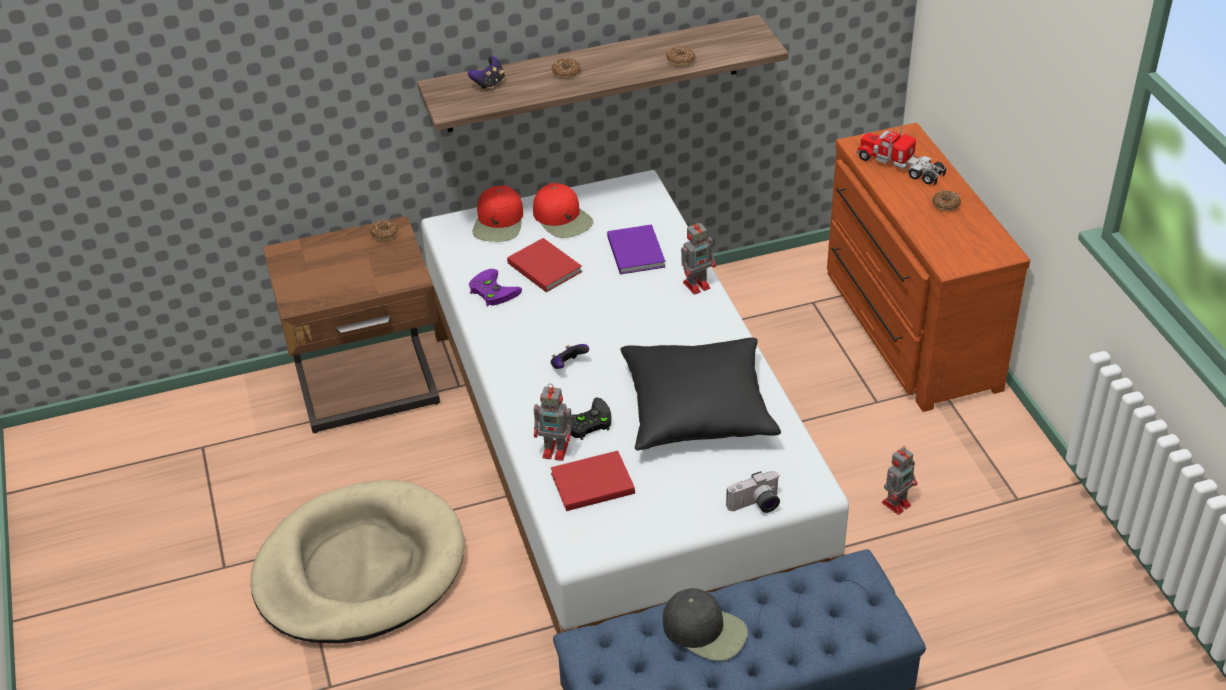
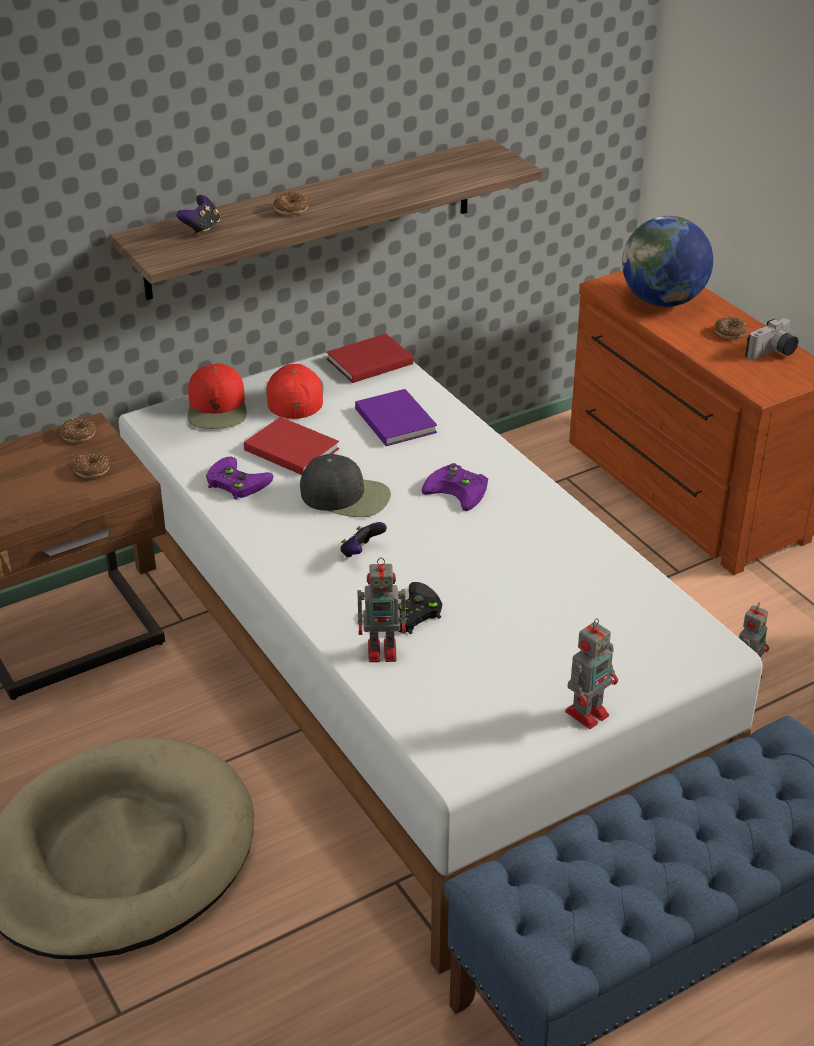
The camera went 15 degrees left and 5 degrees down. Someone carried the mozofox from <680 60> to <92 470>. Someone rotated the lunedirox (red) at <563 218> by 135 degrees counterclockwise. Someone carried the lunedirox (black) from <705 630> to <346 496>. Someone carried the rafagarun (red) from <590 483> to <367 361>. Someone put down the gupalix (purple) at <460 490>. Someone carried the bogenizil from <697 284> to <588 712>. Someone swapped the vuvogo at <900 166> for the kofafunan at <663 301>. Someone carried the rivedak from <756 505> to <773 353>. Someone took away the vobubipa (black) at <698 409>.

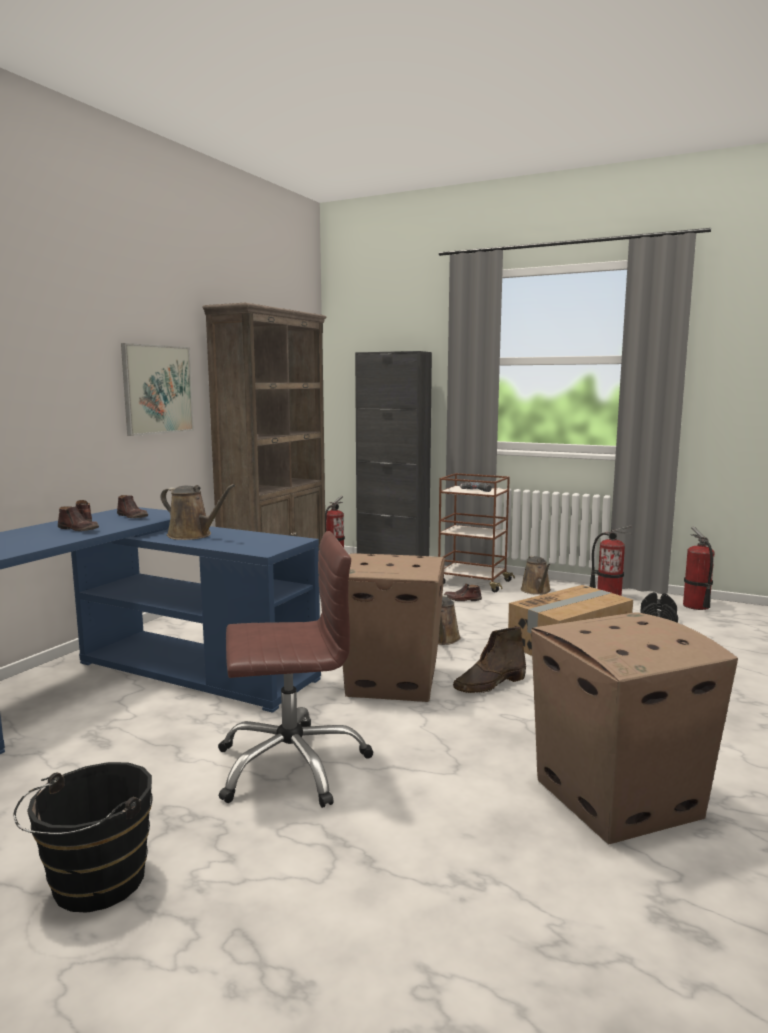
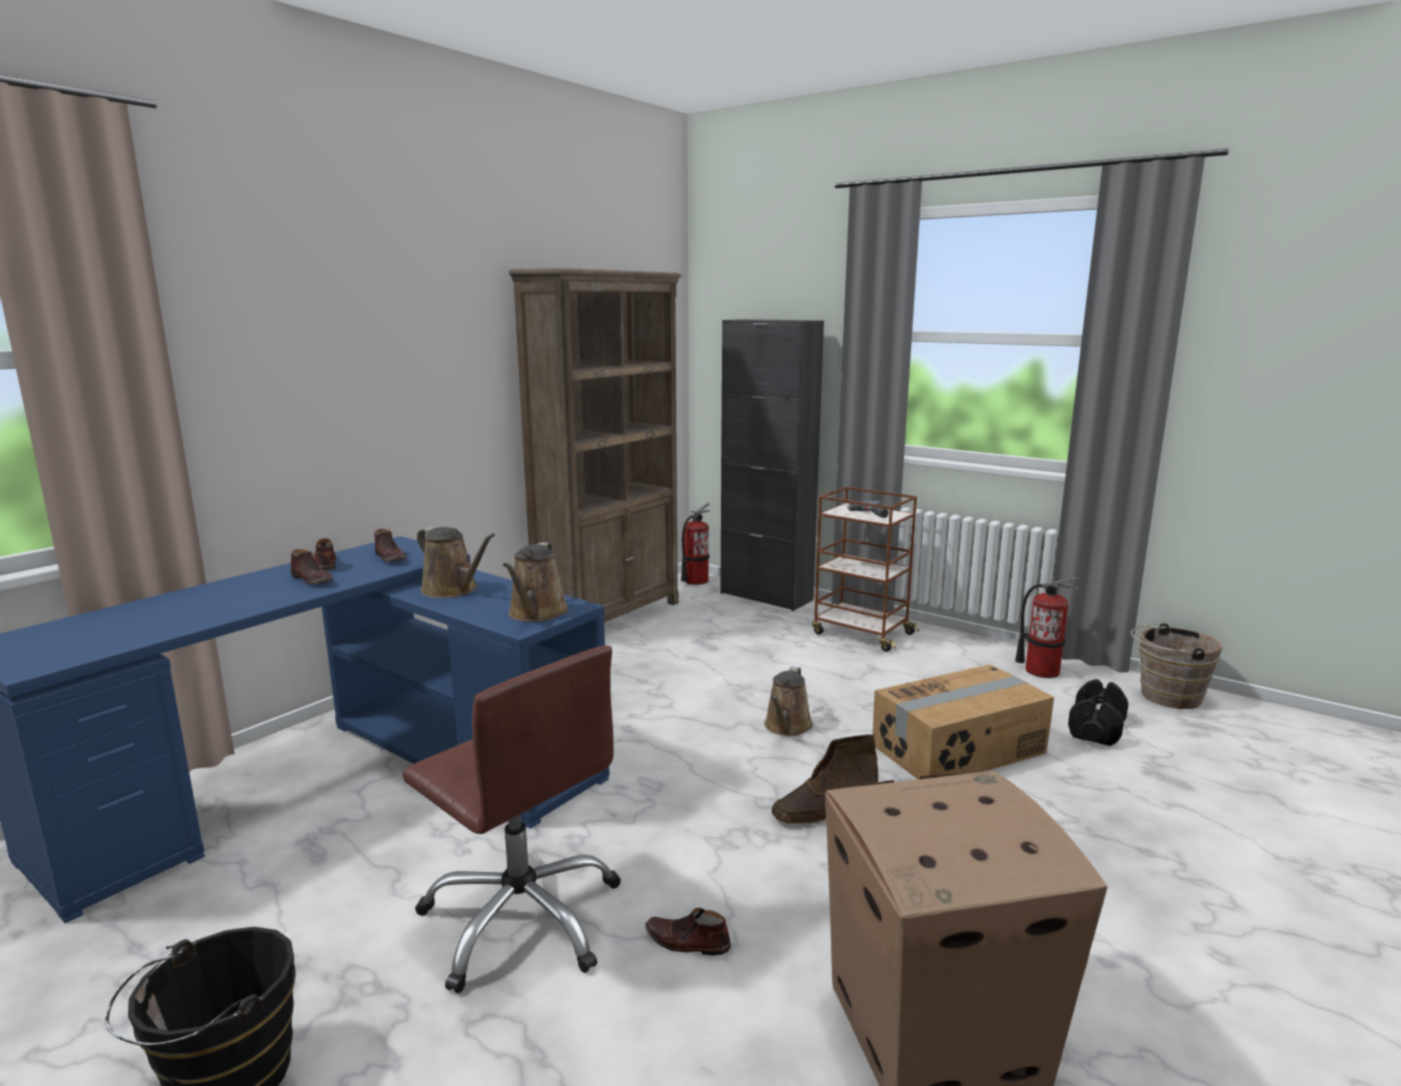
The camera went 10 degrees right and 5 degrees up. Someone rotated the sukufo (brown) at <291 765> by 45 degrees clockwise. Someone carried the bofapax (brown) from <536 591> to <536 614>. Someone carried the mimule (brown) from <462 599> to <687 942>. Someone swapped the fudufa at <695 606> for the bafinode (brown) at <1165 696>. Someone took away the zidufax at <157 389>. Someone took away the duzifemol at <393 682>.

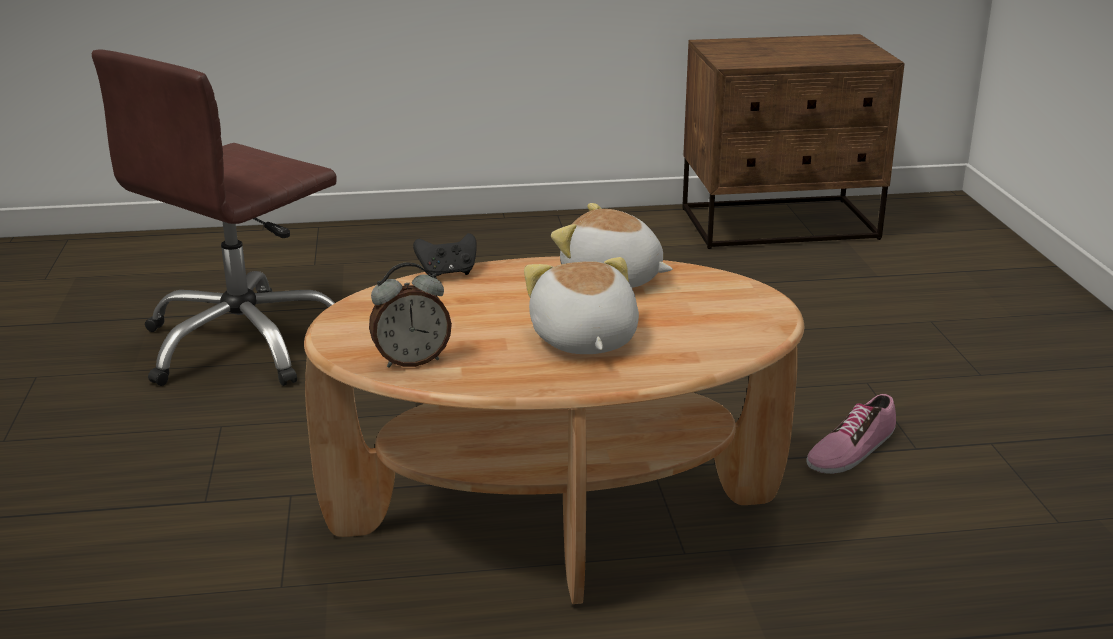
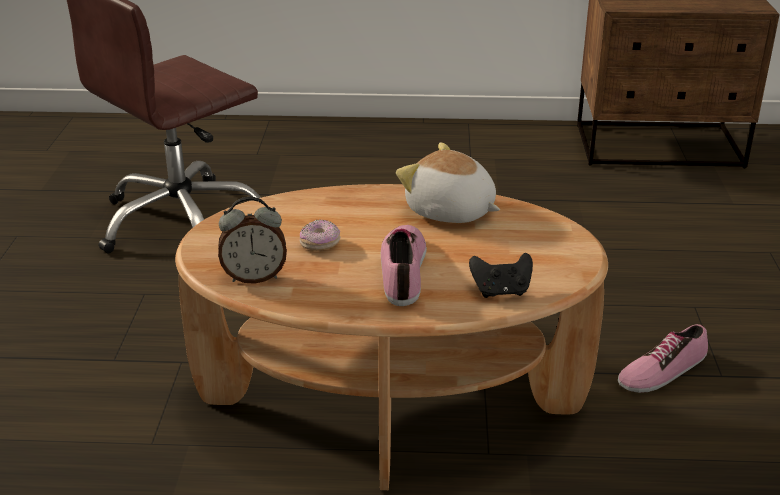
The camera went 10 degrees right and 5 degrees up. Someone put down the mozofox at <320 244>. Someone swapped the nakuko at <583 340> for the mimule at <404 270>. Someone carried the gupalix (black) from <448 273> to <501 291>.

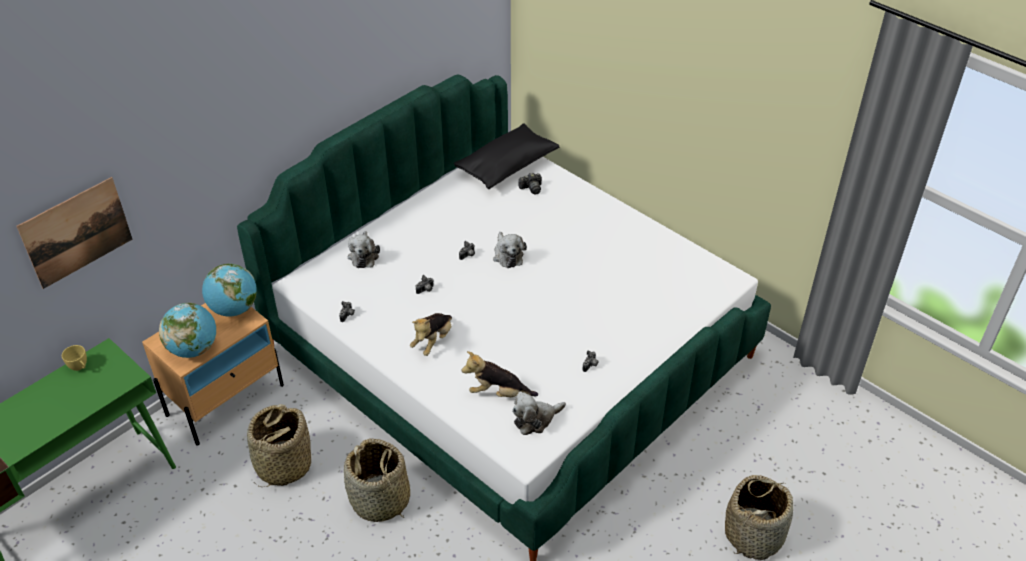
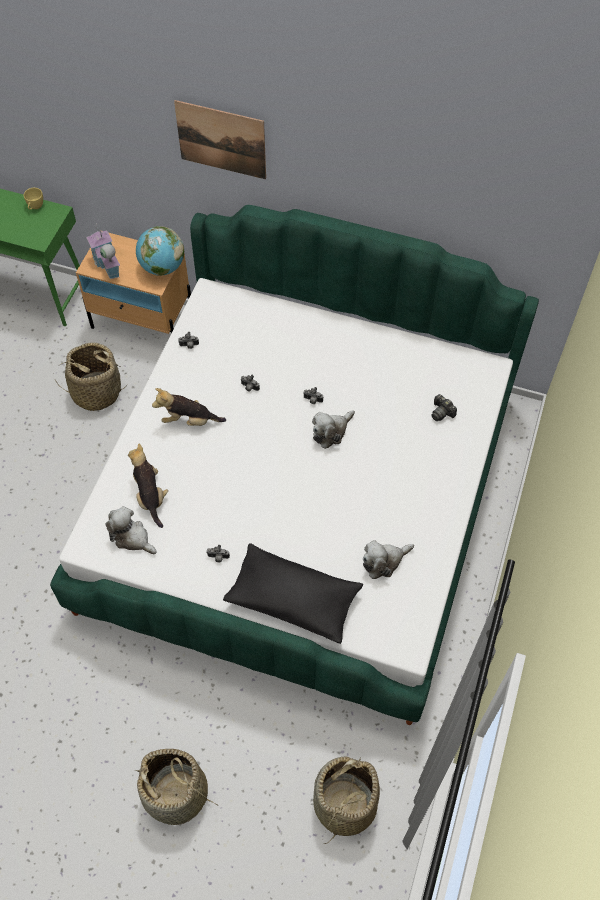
The camera went 65 degrees right and 15 degrees up. Someone swapped the kofafunan at <194 349> for the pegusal at <107 265>. Someone carried the zidufax from <76 232> to <221 140>. Someone carried the vobubipa (black) from <507 166> to <293 599>. Someone carried the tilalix from <380 500> to <344 804>. Someone carried the nakuko from <363 255> to <384 561>.

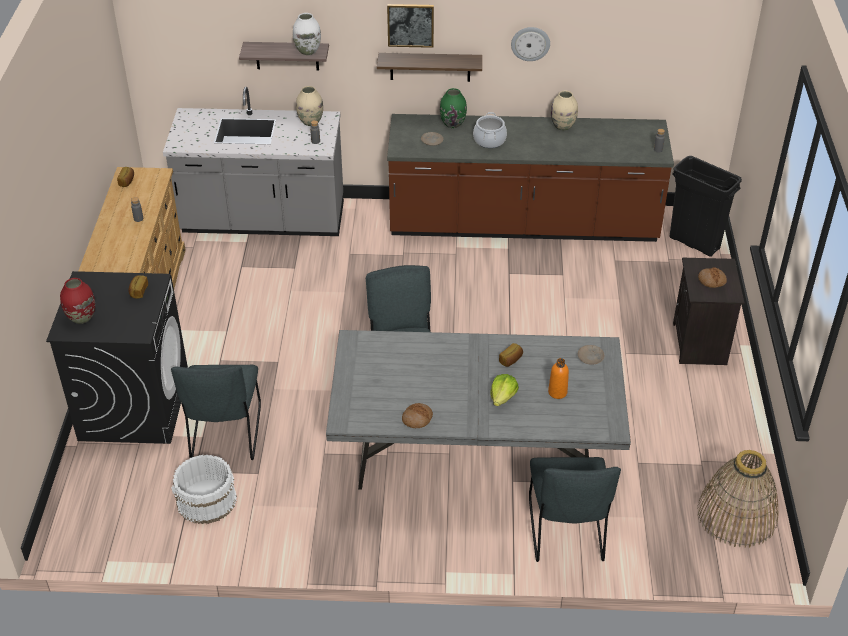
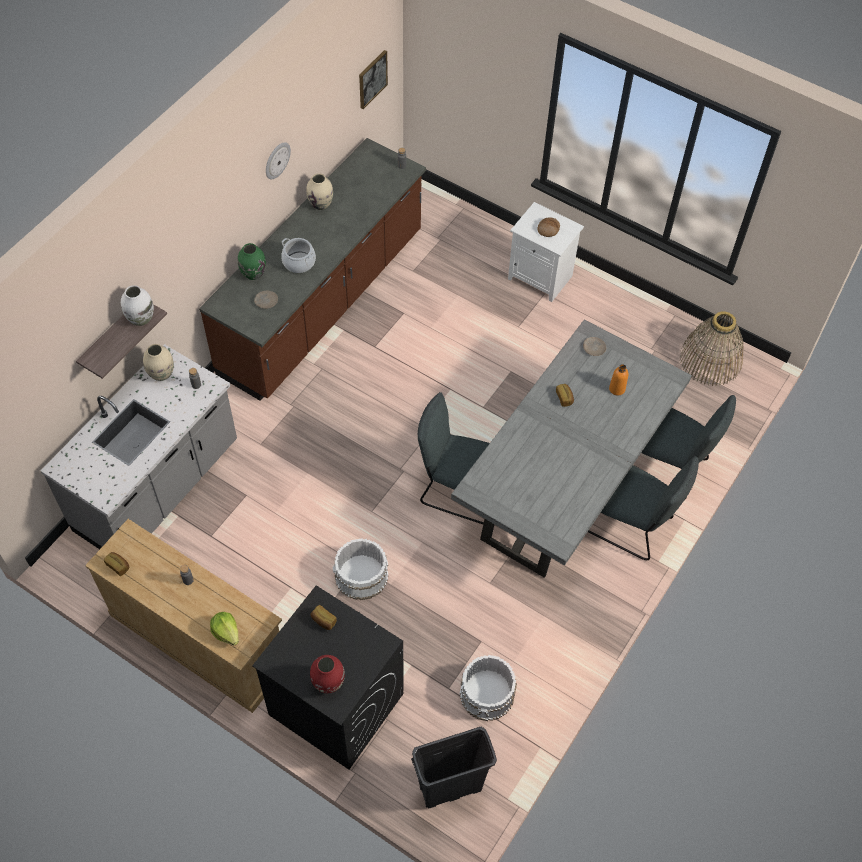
The camera went 60 degrees left and 15 degrees up. Someone carried the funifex from <503 397> to <226 632>. Someone put down the bafinode (white) at <361 576>. Someone carried the zidufax from <410 25> to <372 79>. Someone carried the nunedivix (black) from <694 243> to <450 788>. Someone repainted the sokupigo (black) at <700 344>, which became the sokupigo (white) at <541 277>. Someone carried the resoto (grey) from <225 436> to <631 526>. Someone took away the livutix at <430 67>. Someone took away the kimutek at <417 418>.

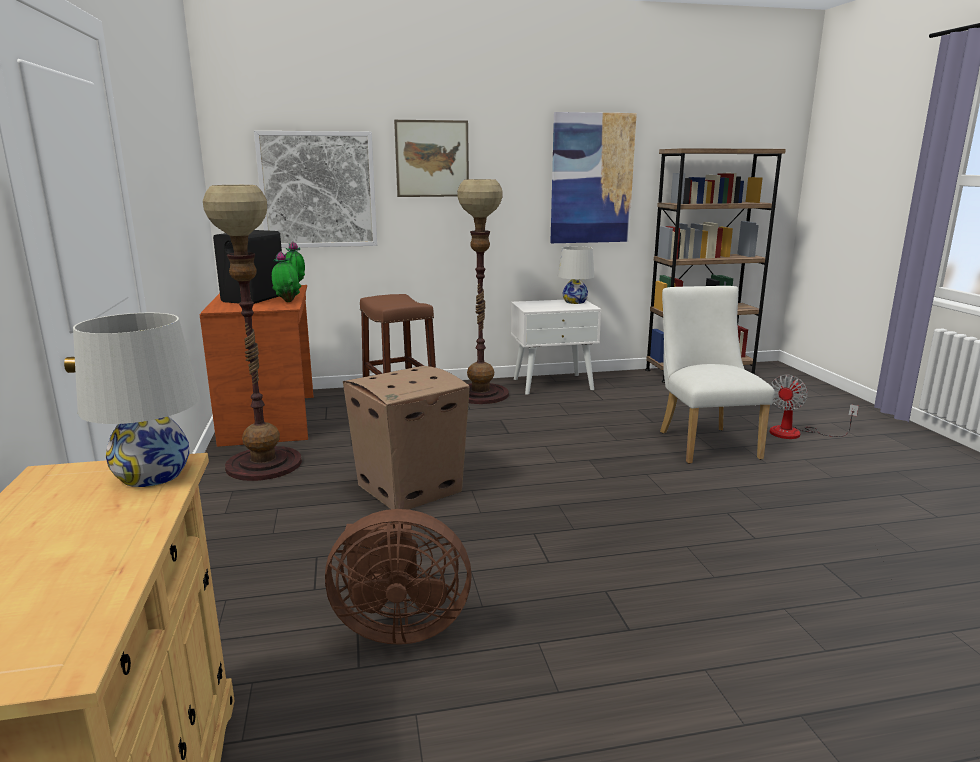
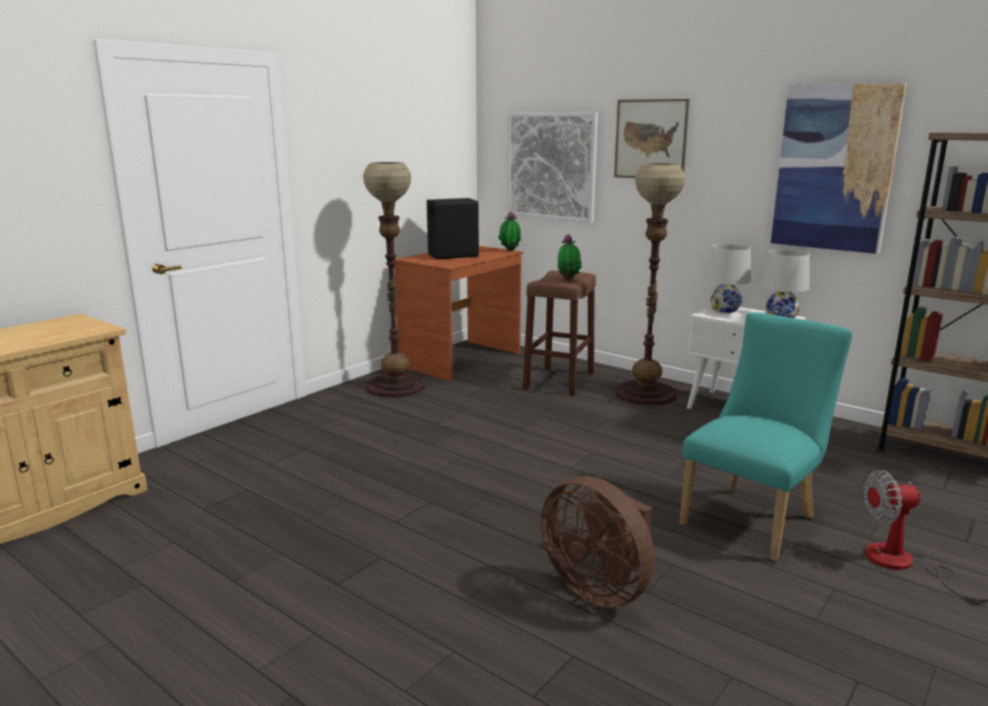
The camera went 50 degrees right and 0 degrees up. Someone carried the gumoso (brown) from <397 626> to <599 588>. Someone carried the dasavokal from <287 301> to <568 279>. Someone repainted the resoto (white) at <704 442>, which became the resoto (turquoise) at <753 518>. Someone carried the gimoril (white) from <151 475> to <724 309>. Someone took away the duzifemol at <411 488>.

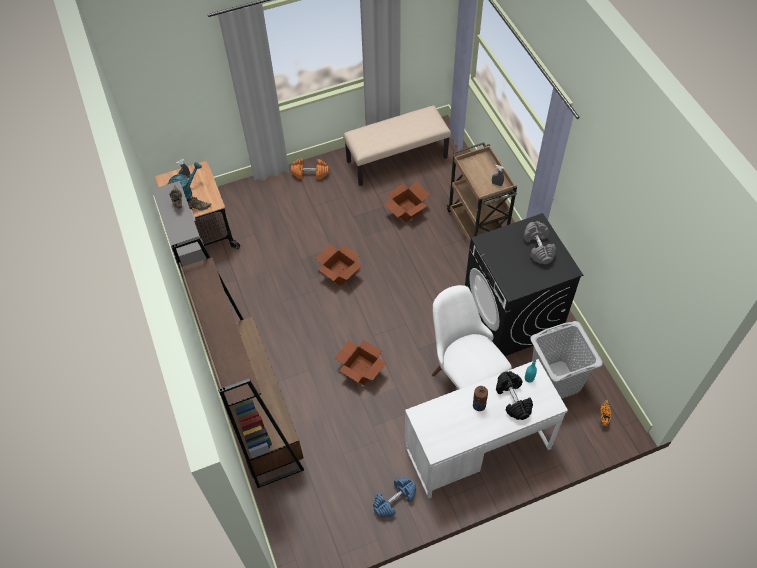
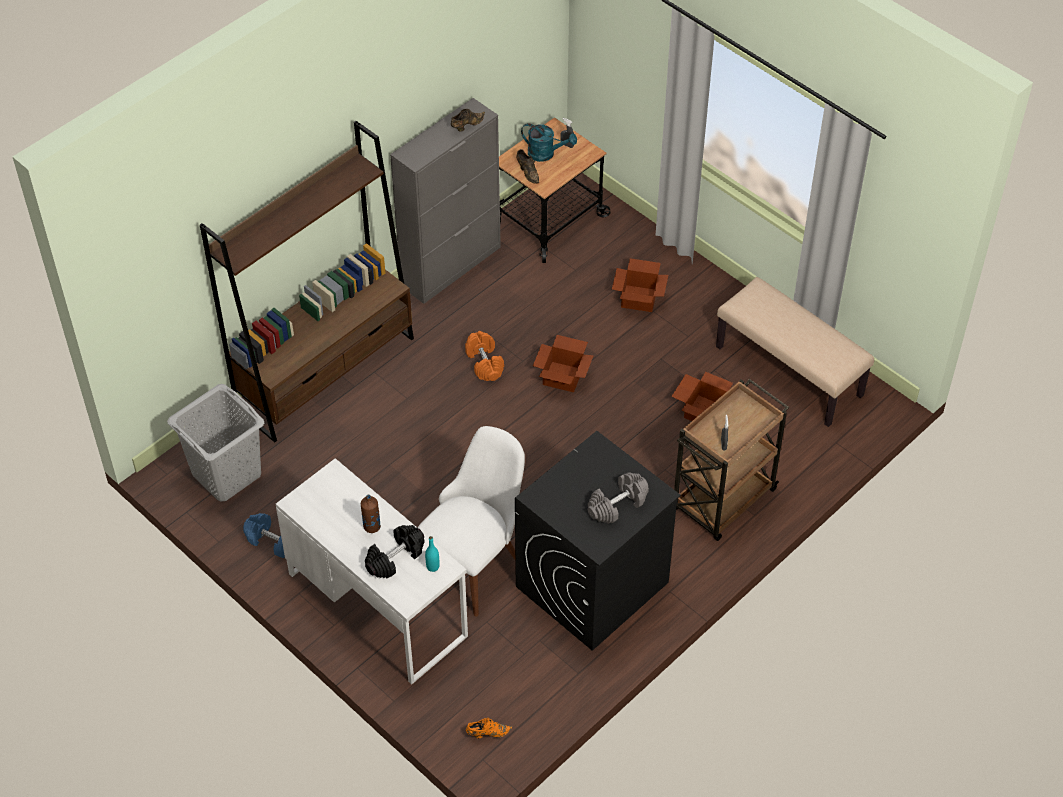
The camera went 65 degrees right and 5 degrees down. Someone carried the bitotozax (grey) from <555 382> to <226 474>. Someone carried the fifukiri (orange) from <310 173> to <485 363>. Someone carried the duzifemol from <361 369> to <640 297>.

